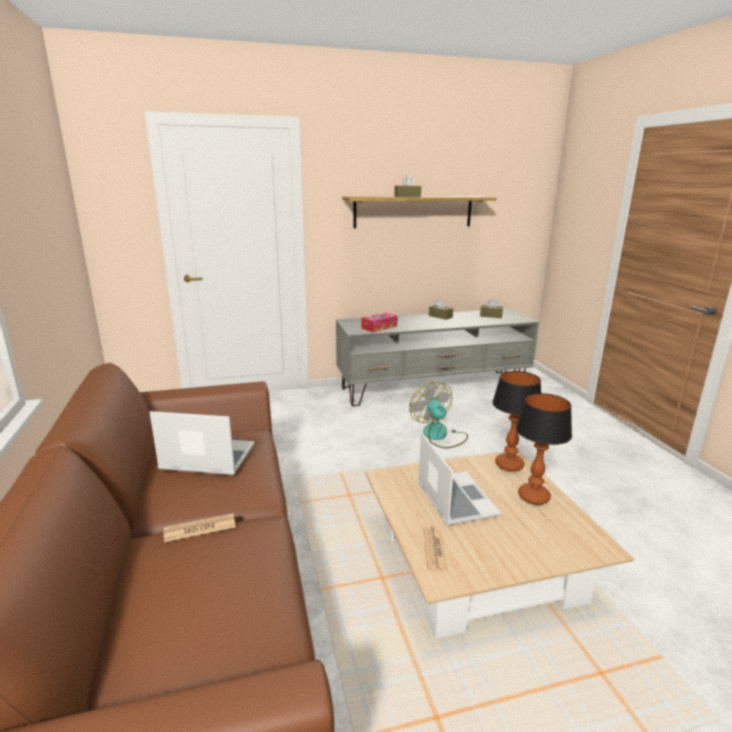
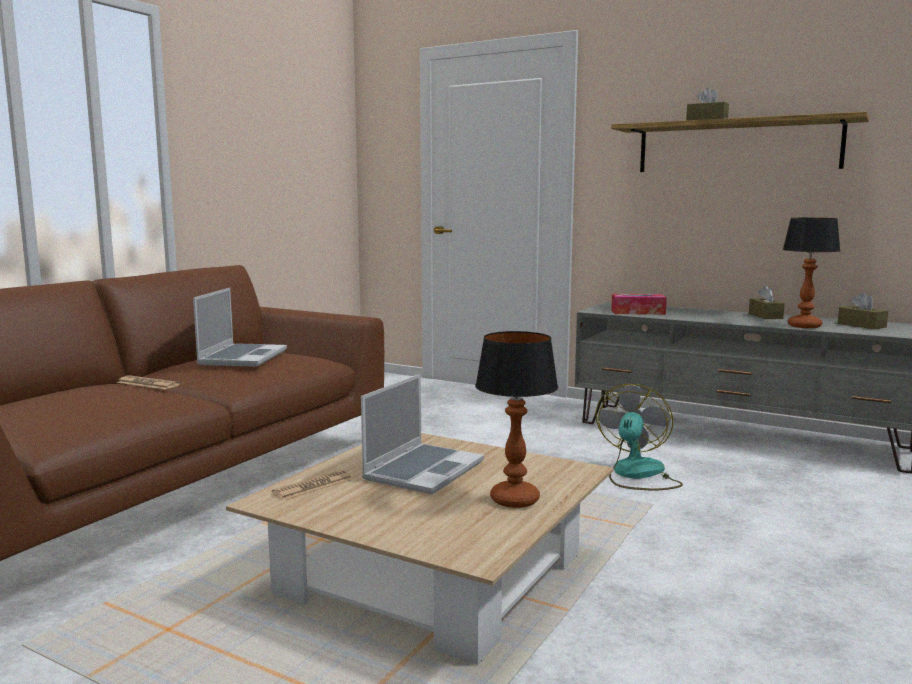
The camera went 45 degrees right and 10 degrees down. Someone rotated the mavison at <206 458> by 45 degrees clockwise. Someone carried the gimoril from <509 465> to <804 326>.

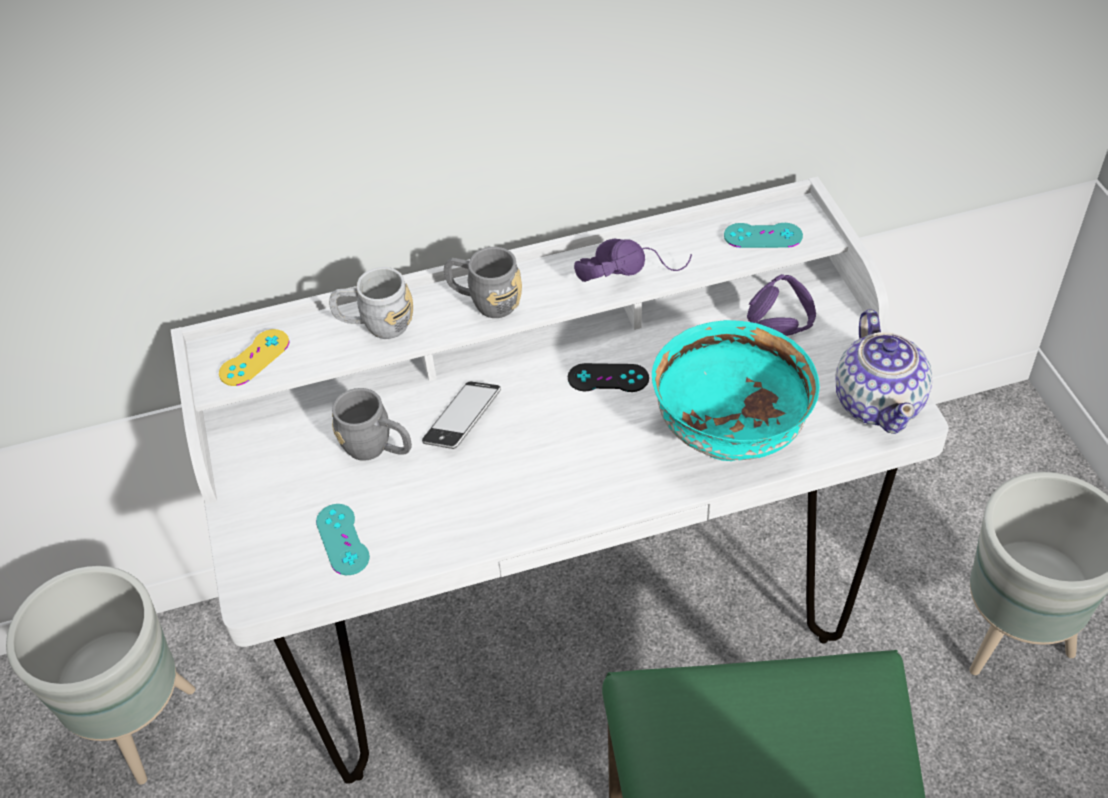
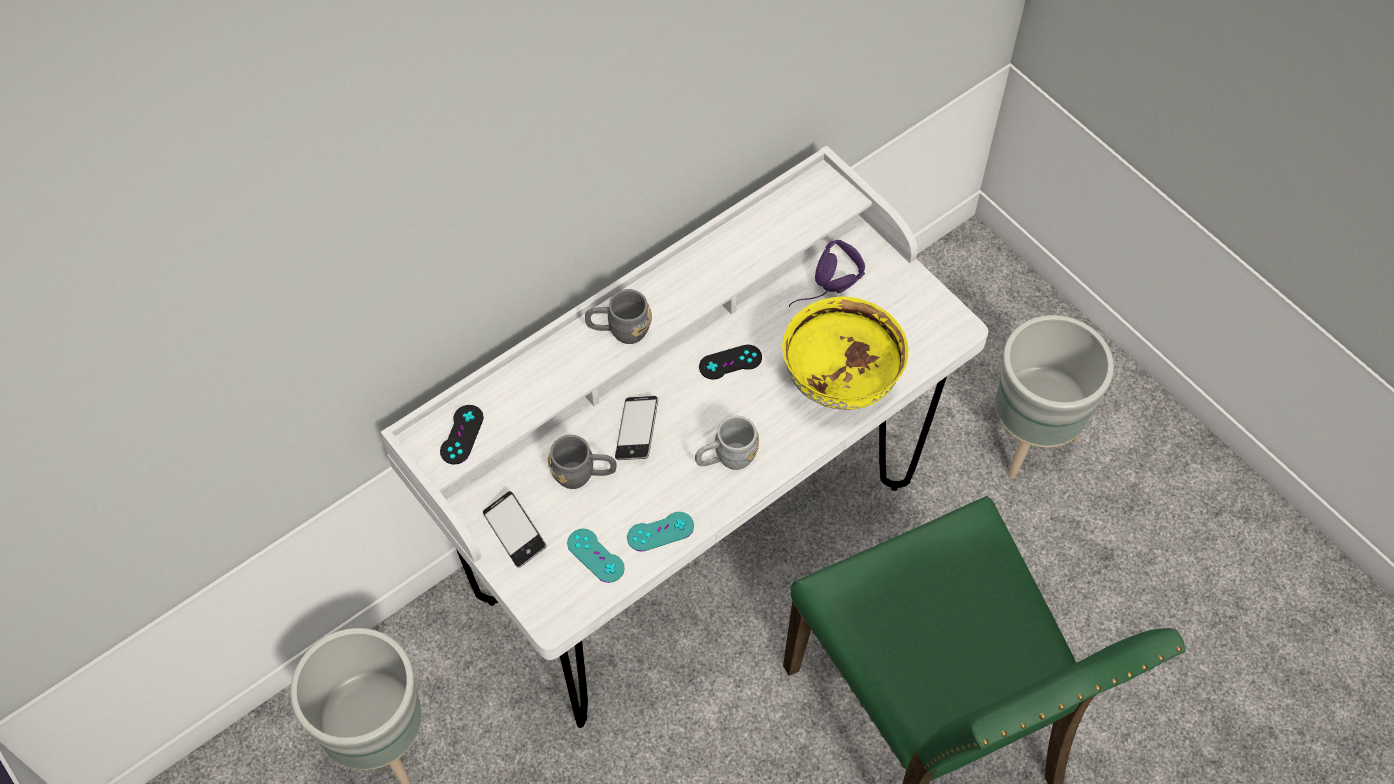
The camera went 25 degrees left and 10 degrees up. Someone repainted the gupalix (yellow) at <254 358>, which became the gupalix (black) at <462 434>. Someone put down the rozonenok at <515 532>. Someone carried the gupalix (turquoise) from <763 236> to <660 532>. Someone carried the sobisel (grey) from <376 325> to <726 459>. Someone repainted the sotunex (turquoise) at <729 435>, which became the sotunex (yellow) at <839 382>. Someone took away the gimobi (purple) at <630 270>. Someone took away the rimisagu at <879 402>.

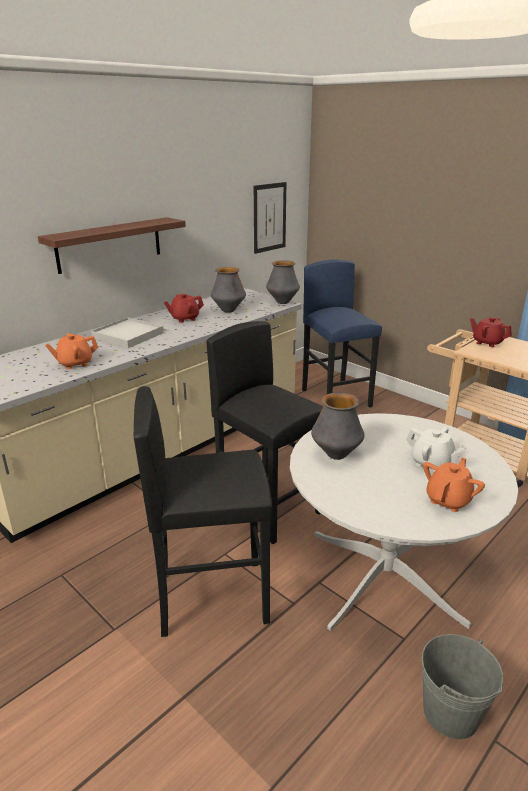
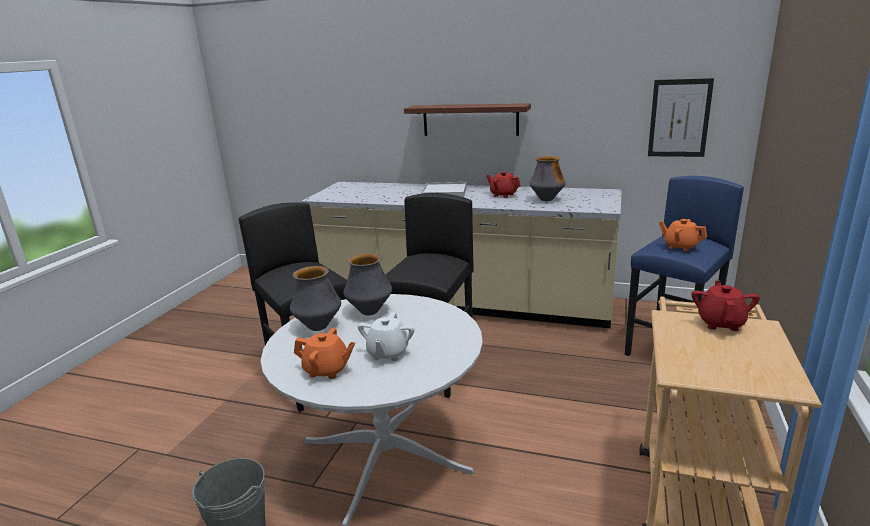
The camera went 65 degrees right and 5 degrees down. Someone carried the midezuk from <282 302> to <318 327>. Someone carried the rimisagu (orange) from <75 363> to <680 246>.

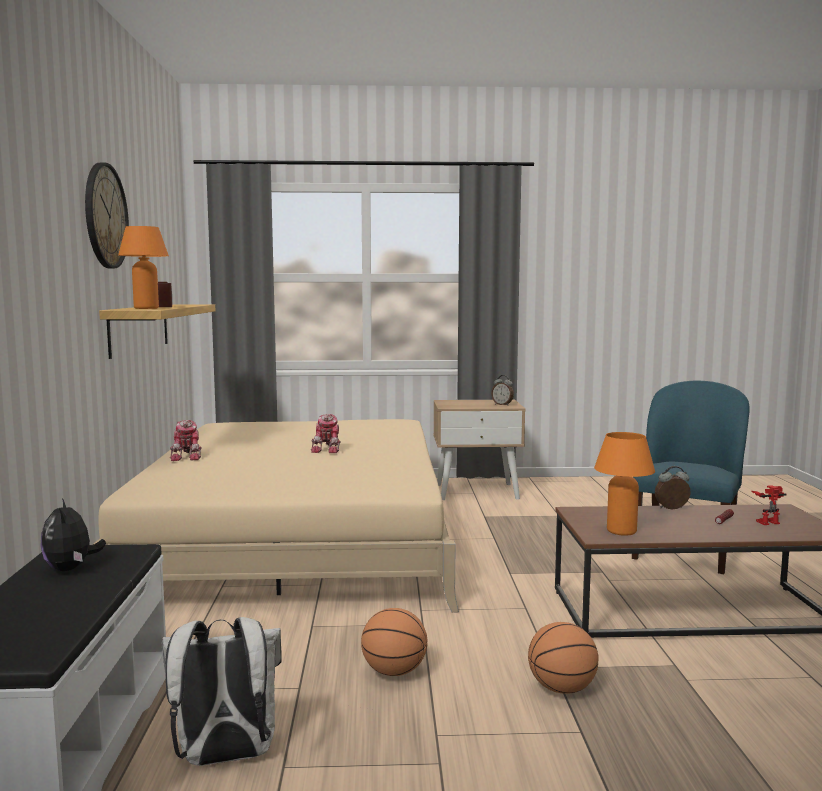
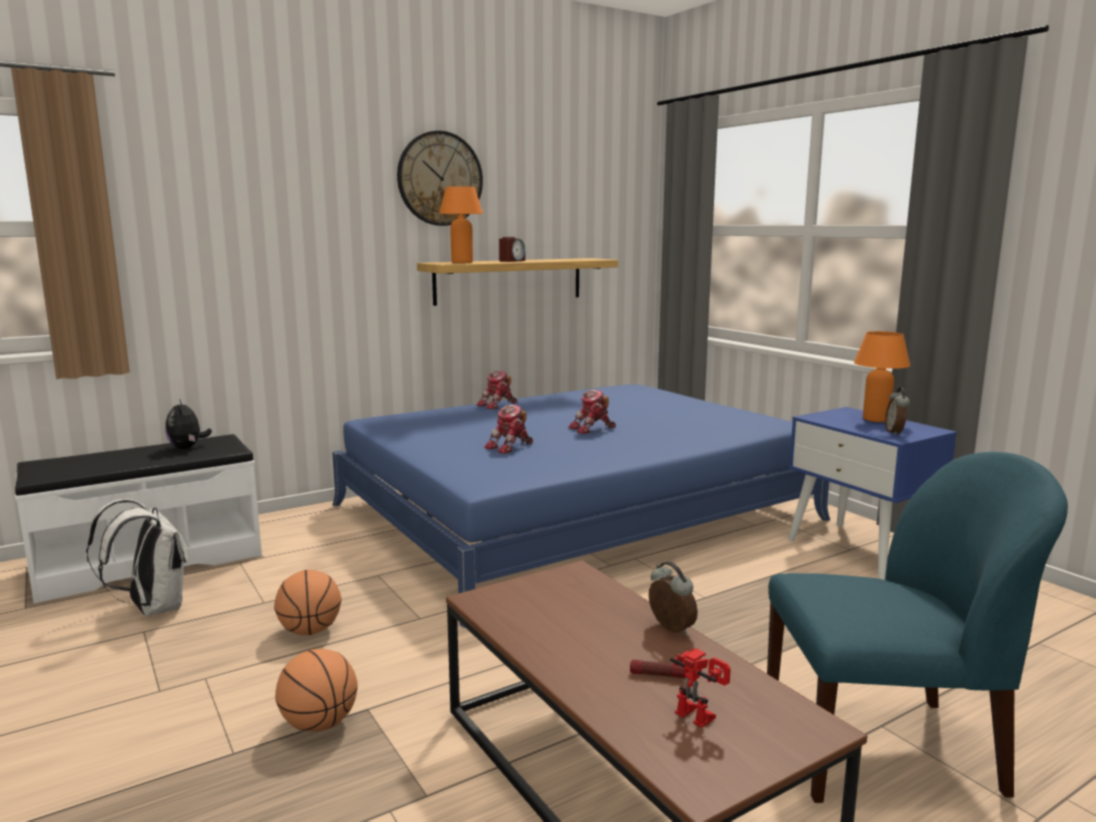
The camera went 60 degrees right and 5 degrees up. Someone rotated the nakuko at <71 568> by 60 degrees counterclockwise. Someone repainted the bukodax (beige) at <298 535>, which became the bukodax (blue) at <574 512>. Someone put down the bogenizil at <511 447>. Someone repainted the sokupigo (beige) at <477 491>, which became the sokupigo (blue) at <860 549>. Someone carried the gimoril (orange) from <621 531> to <876 419>.

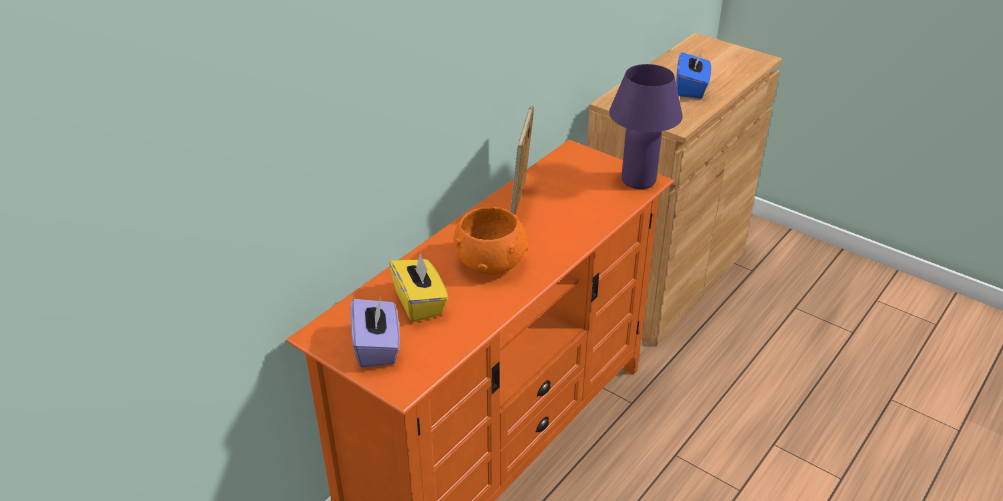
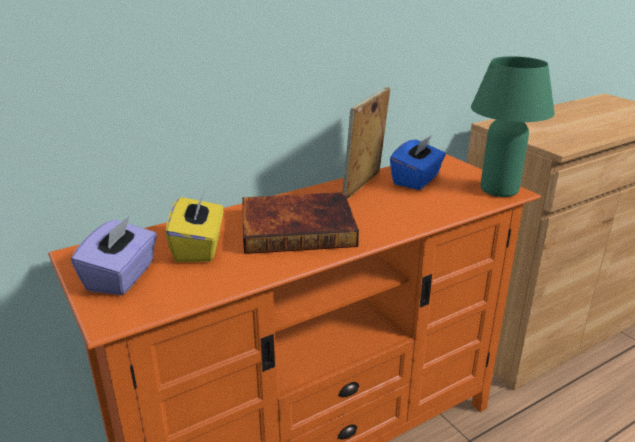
The camera went 20 degrees right and 10 degrees down. Someone swapped the sotunex (orange) at <490 262> for the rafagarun at <298 227>. Someone carried the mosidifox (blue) from <691 88> to <416 180>. Someone repainted the gimoril (purple) at <638 180>, which became the gimoril (green) at <499 190>.

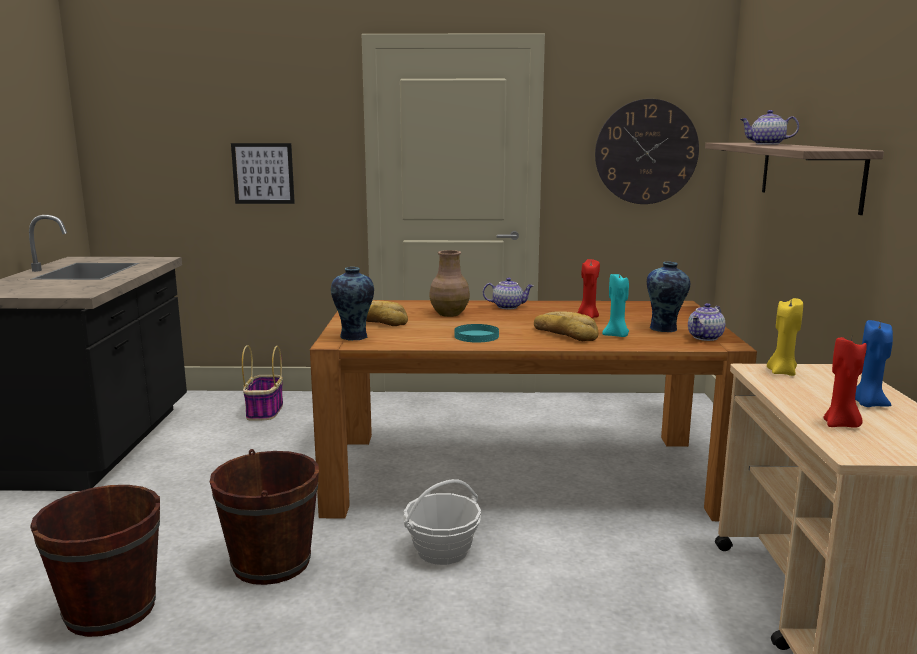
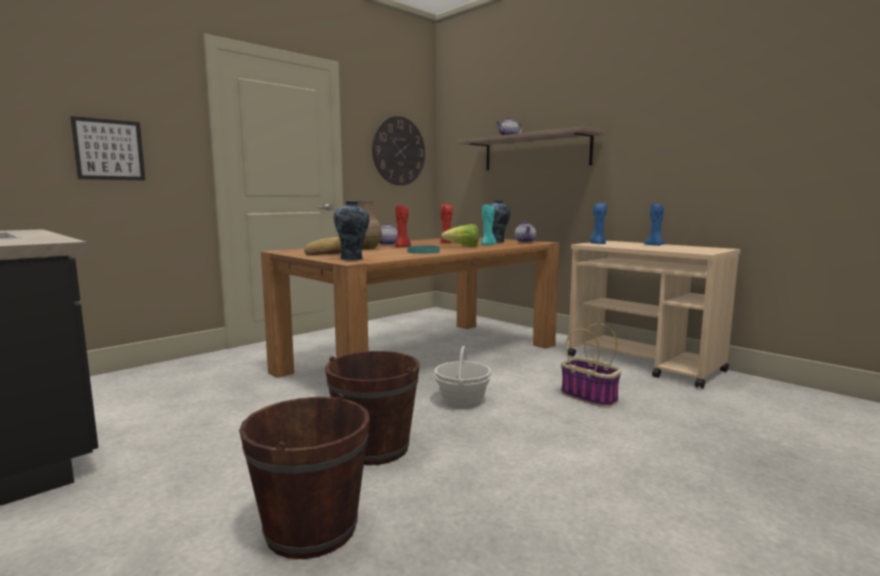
The camera went 45 degrees left and 5 degrees down. Someone carried the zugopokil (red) from <841 425> to <402 247>. Someone swapped the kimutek at <565 334> for the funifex at <463 247>. Someone carried the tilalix from <265 411> to <590 397>. Someone repainted the zugopokil (yellow) at <781 372>, which became the zugopokil (blue) at <597 243>.

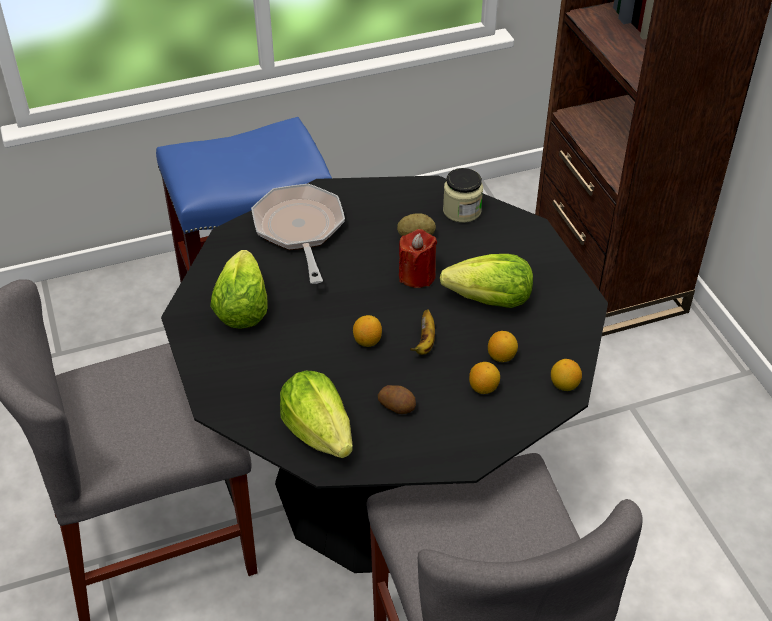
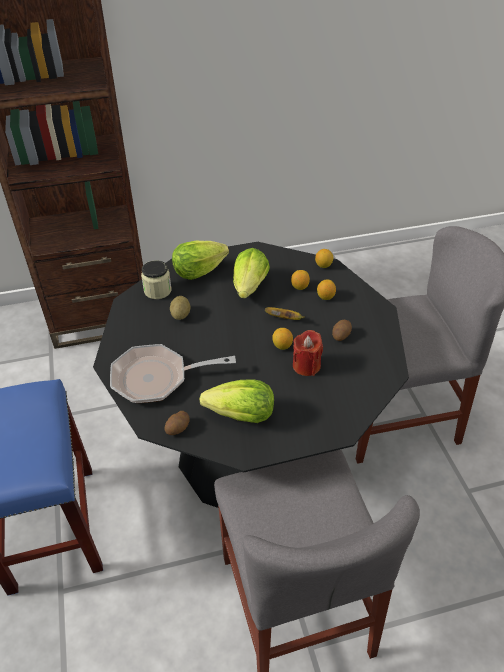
The camera went 85 degrees left and 0 degrees up. Someone put down the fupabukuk at <178 428>. Someone carried the funifex from <319 431> to <198 271>. Someone carried the zugopokil (red) from <417 275> to <306 365>.

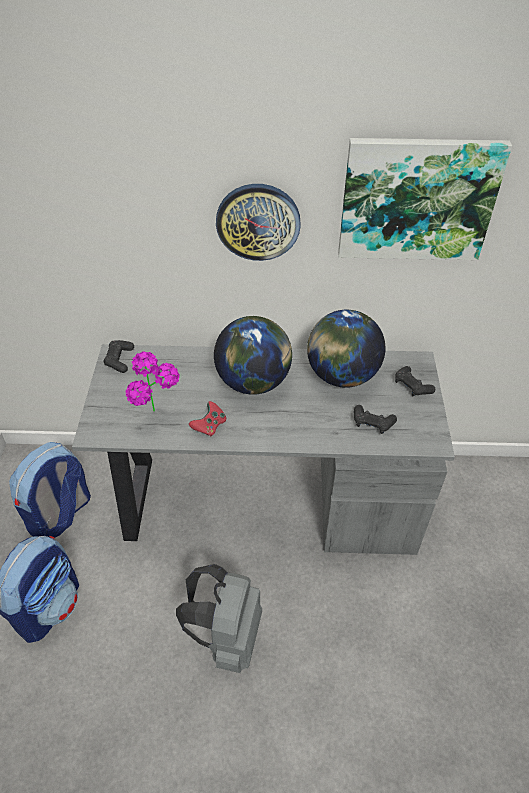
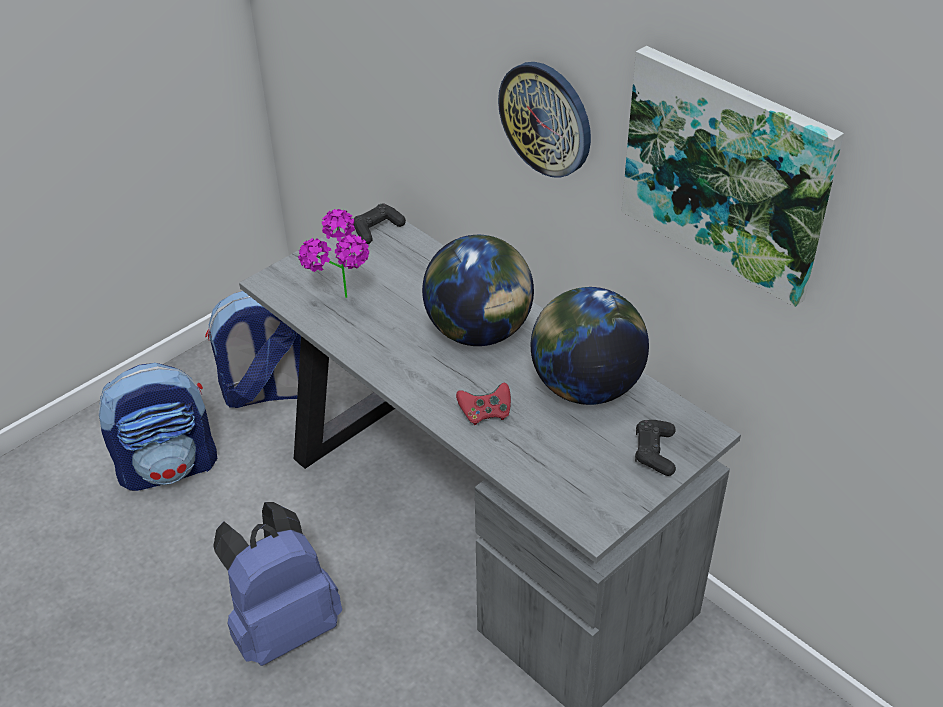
The camera went 45 degrees right and 5 degrees down. Someone repainted the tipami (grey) at <227 636>, which became the tipami (blue) at <283 626>. Someone carried the gupalix (red) from <209 426> to <485 413>. Someone took away the gupalix (black) at <372 423>.

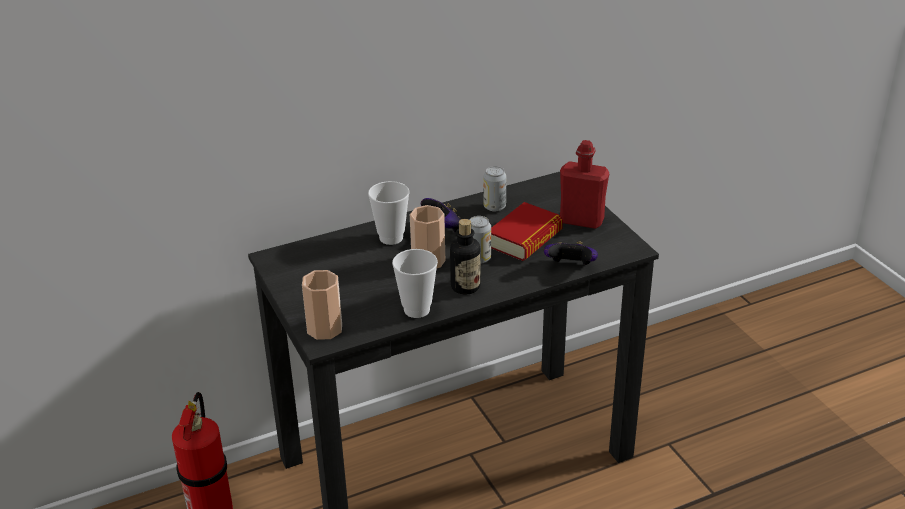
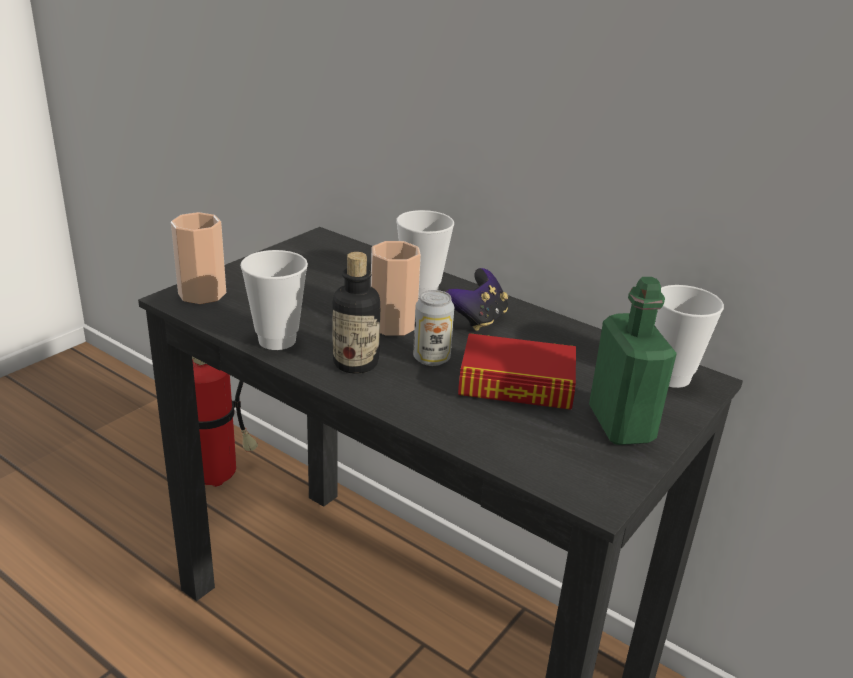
The camera went 60 degrees right and 5 degrees down. Someone repainted the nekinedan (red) at <581 220>, which became the nekinedan (green) at <621 425>. Someone put down the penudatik at <671 377>. Someone took away the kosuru at <494 207>. Someone took away the gupalix at <570 267>.

